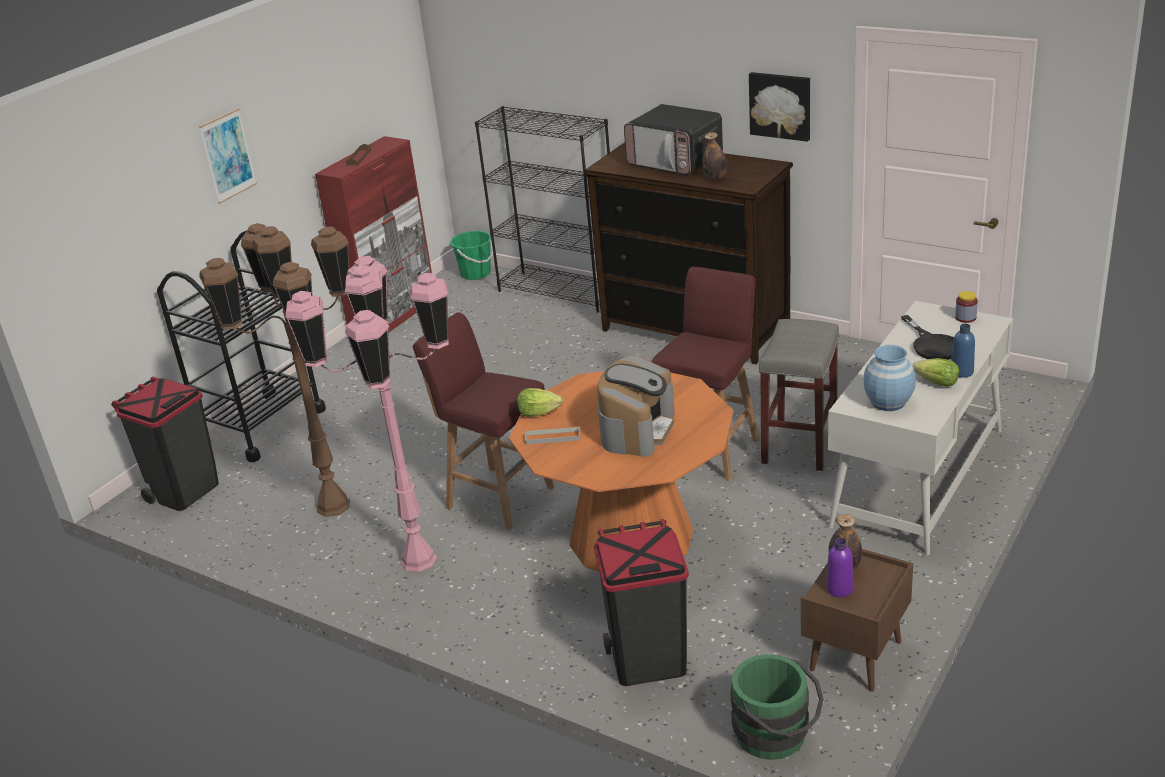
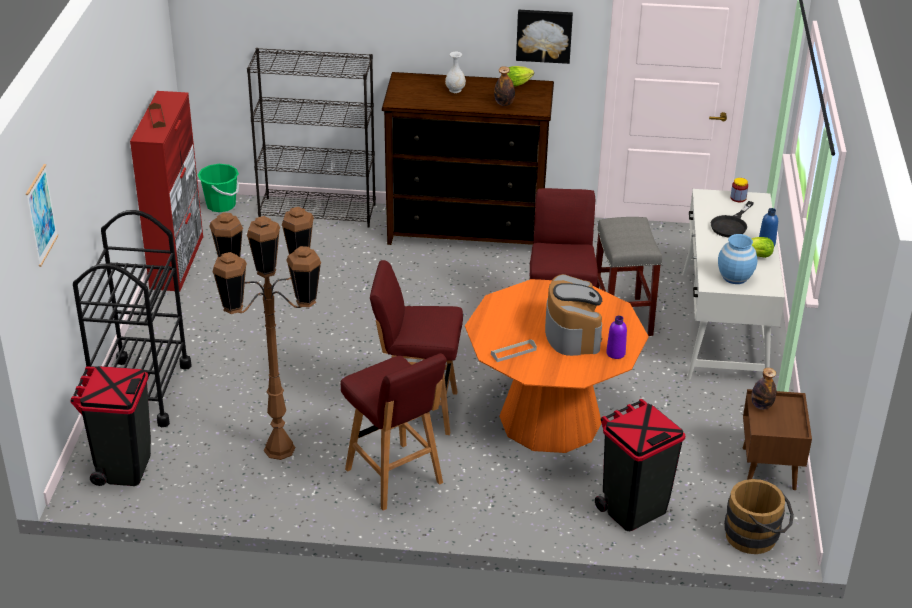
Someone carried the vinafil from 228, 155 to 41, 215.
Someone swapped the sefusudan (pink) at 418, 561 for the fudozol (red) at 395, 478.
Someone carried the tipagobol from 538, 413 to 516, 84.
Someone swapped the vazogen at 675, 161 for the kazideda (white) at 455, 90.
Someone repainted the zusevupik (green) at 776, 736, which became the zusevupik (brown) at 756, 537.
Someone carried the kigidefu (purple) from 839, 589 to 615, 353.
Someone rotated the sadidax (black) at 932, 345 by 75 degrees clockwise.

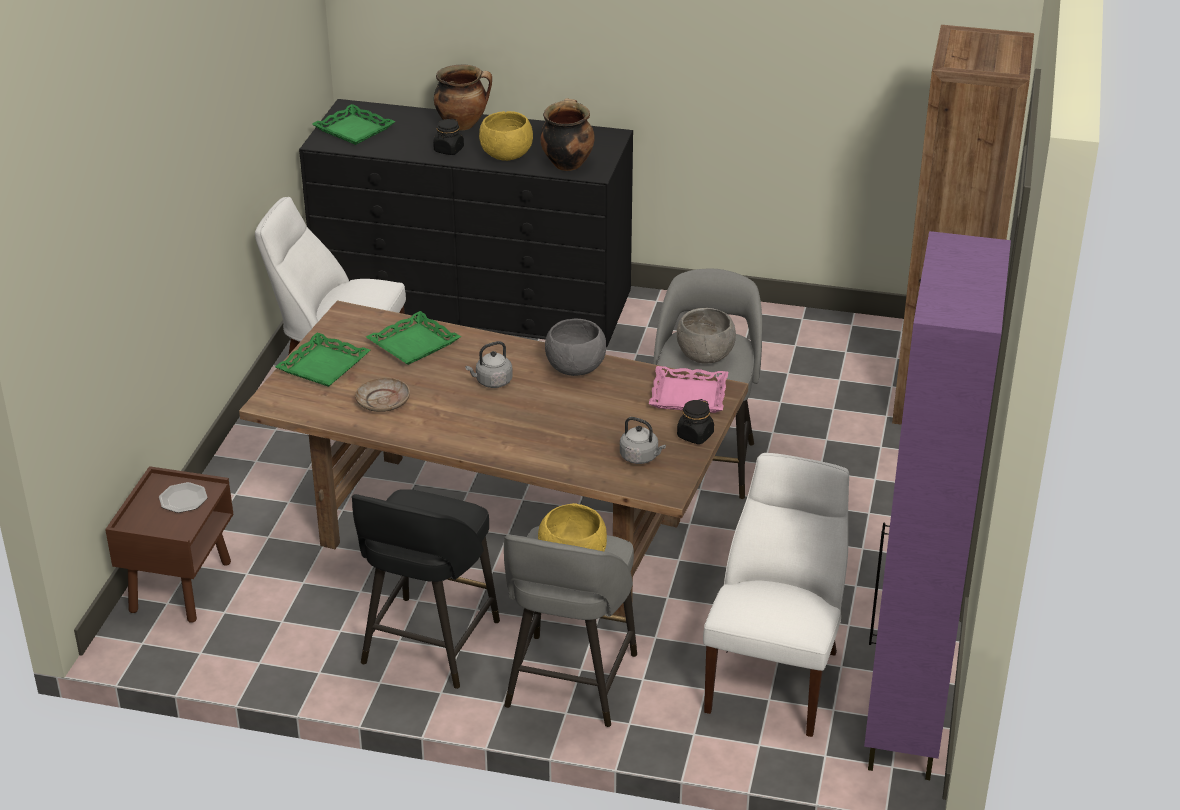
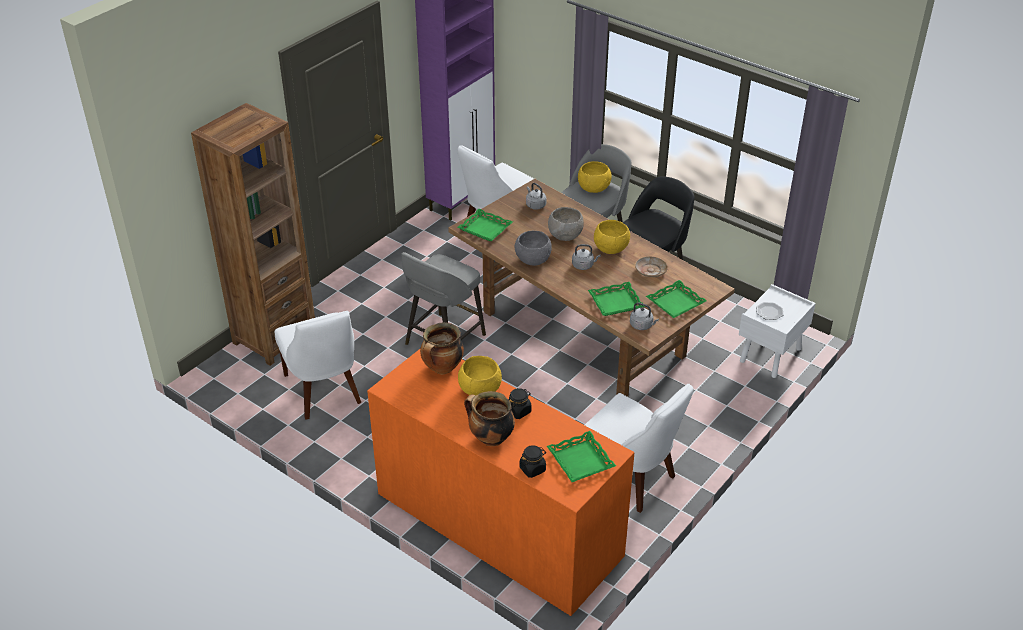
Someone repainted the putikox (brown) at 180, 586, which became the putikox (white) at 770, 356.
Someone repainted the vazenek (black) at 474, 300, which became the vazenek (orange) at 498, 524.
Someone repainted the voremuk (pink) at 688, 395, which became the voremuk (green) at 485, 229.
Someone carried the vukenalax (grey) from 704, 356 to 565, 236.
Someone carried the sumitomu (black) from 695, 435 to 532, 469.
Someone put down the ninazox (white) at 324, 391.
Someone put down the vukenalax (yellow) at 611, 249.
Someone put down the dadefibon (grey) at 642, 325.

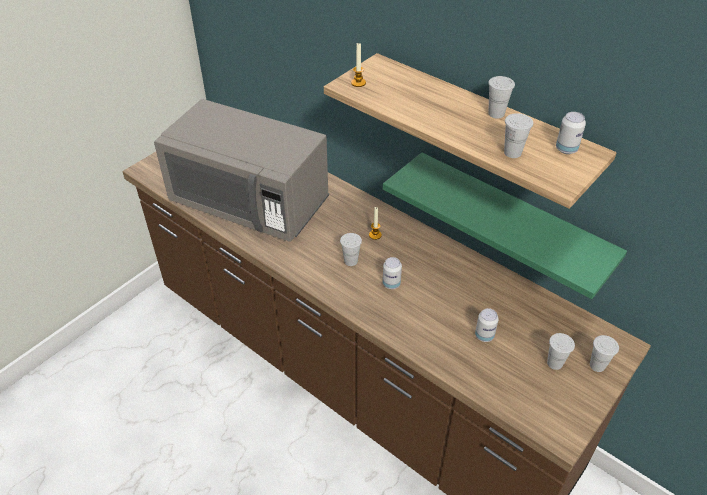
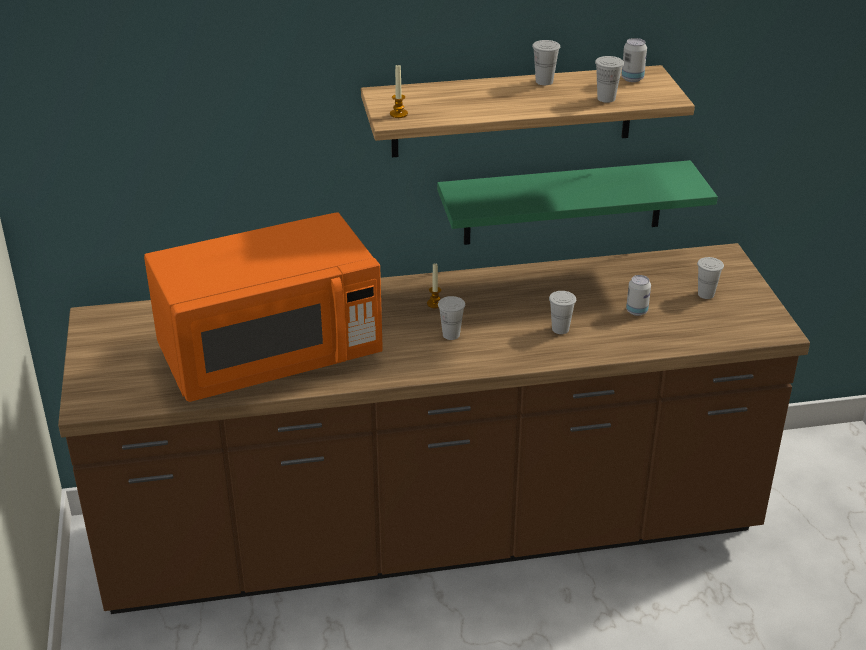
Someone repainted the vazogen (grey) at 250, 203, which became the vazogen (orange) at 270, 356.
Someone took away the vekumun at 391, 284.
Someone carried the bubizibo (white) from 597, 365 to 560, 329.

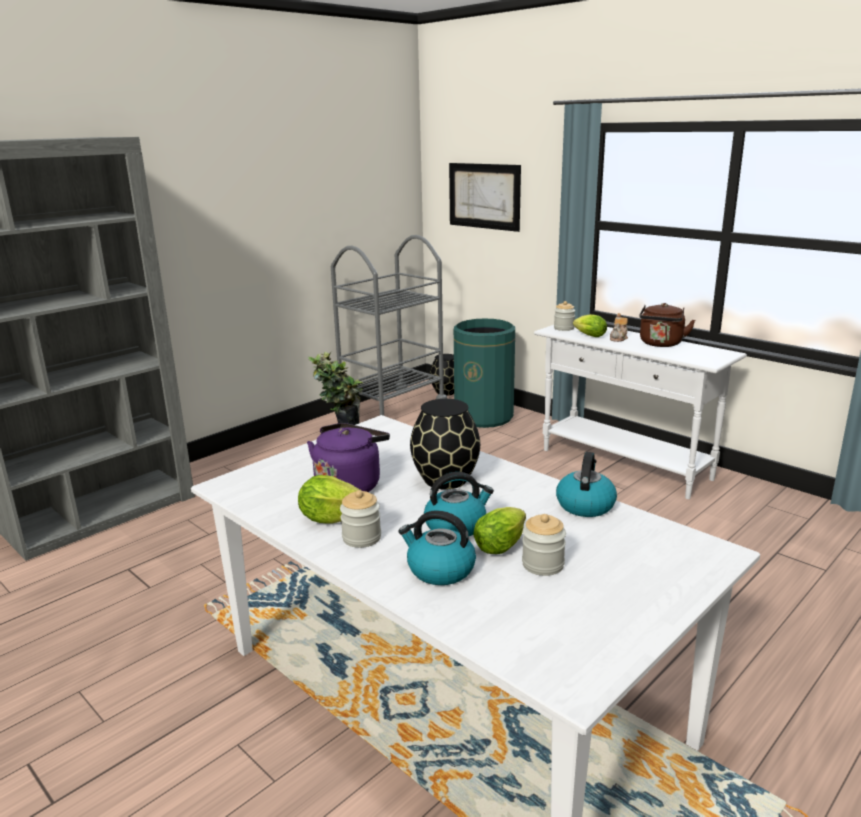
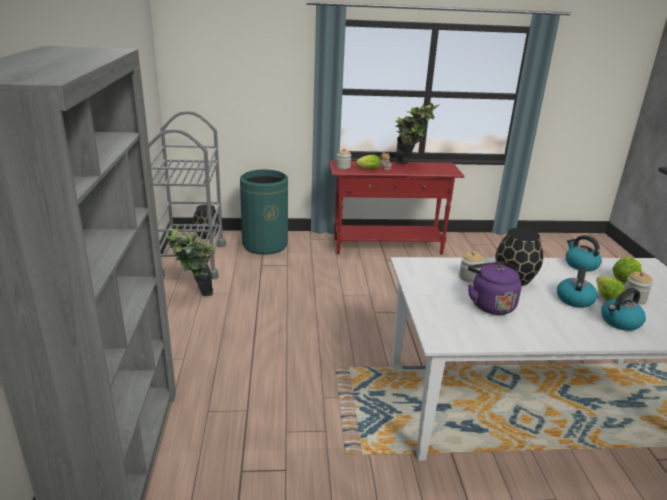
Someone carried the tipagobol from 331, 518 to 624, 280.
Someone carried the sumitomu from 361, 538 to 469, 277.
Someone took away the vinafil at 484, 196.
Someone repainted the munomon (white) at 625, 465, which became the munomon (red) at 388, 247.
Someone swapped the dadefibon (brown) at 661, 344 for the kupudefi at 411, 166.

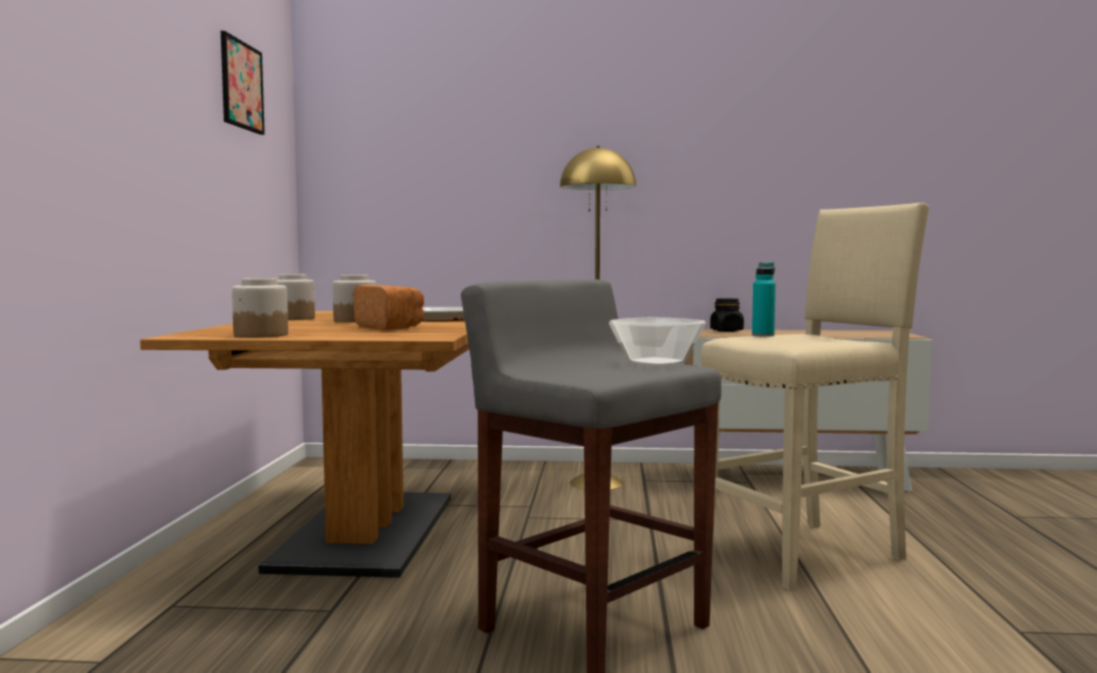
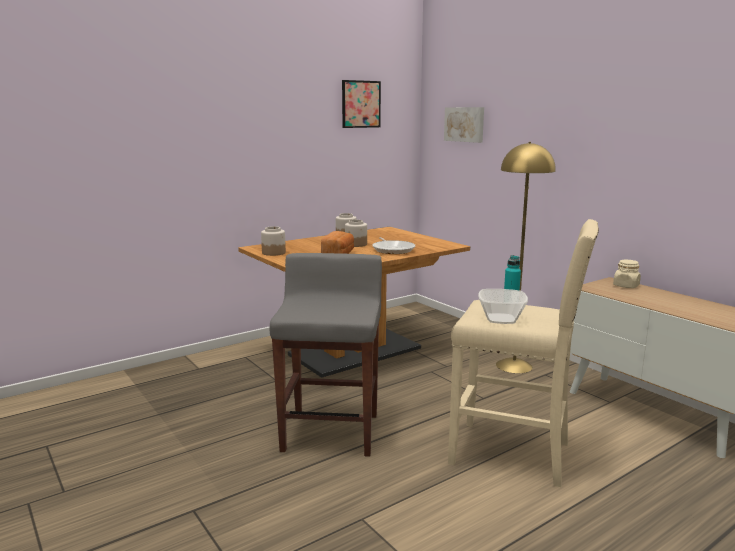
Someone carried the vukenalax from 655, 363 to 500, 319.
Someone repainted the sumitomu (black) at 726, 331, which became the sumitomu (beige) at 626, 286.
Someone put up the vinafil at 465, 124.

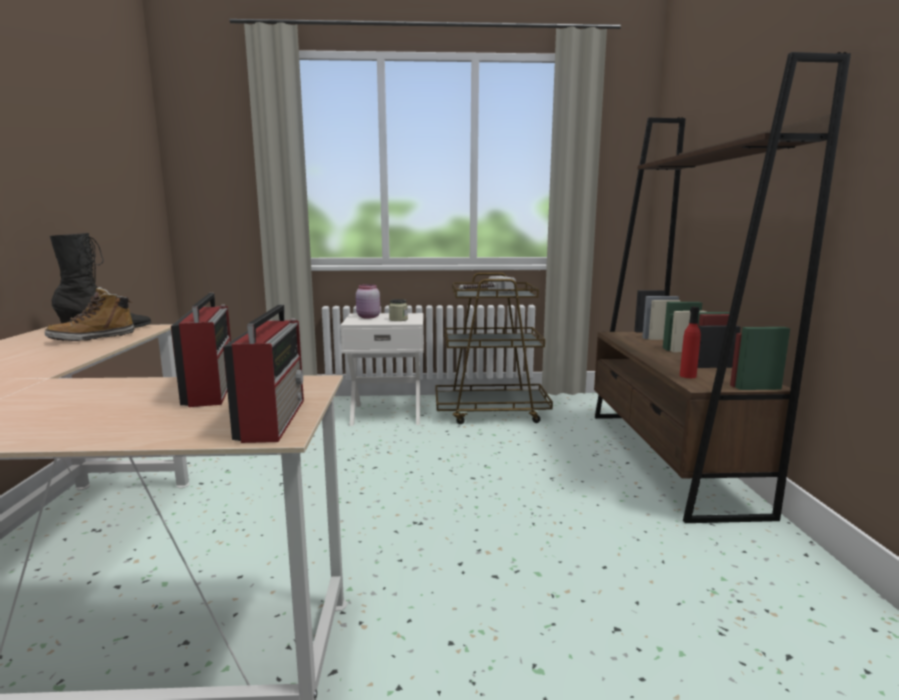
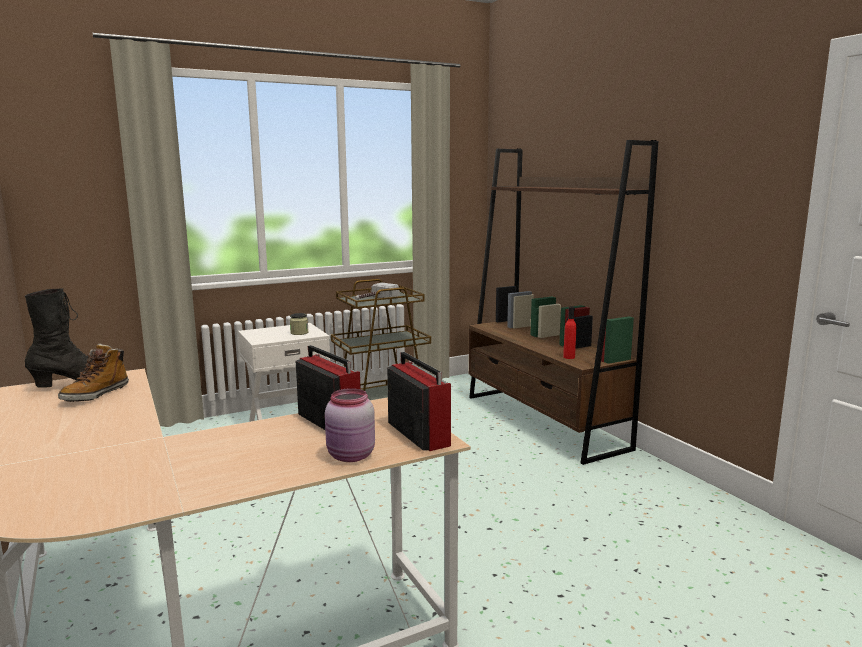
Someone carried the sumitomu (pink) from 368, 317 to 351, 456.

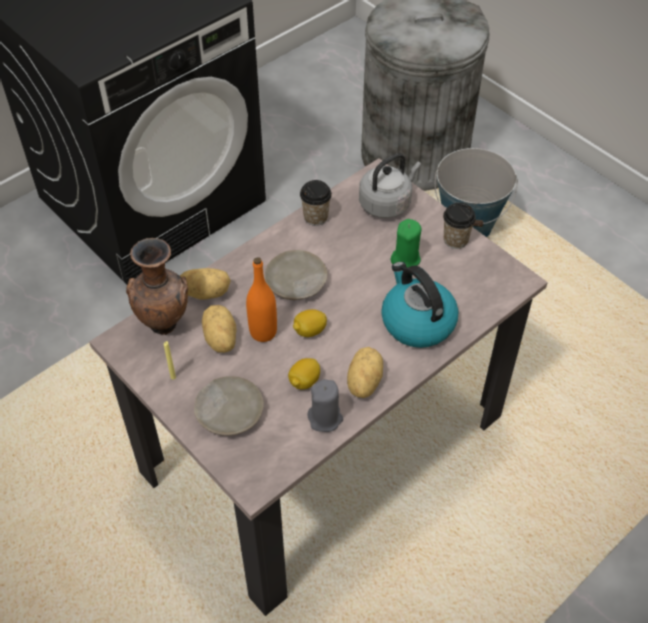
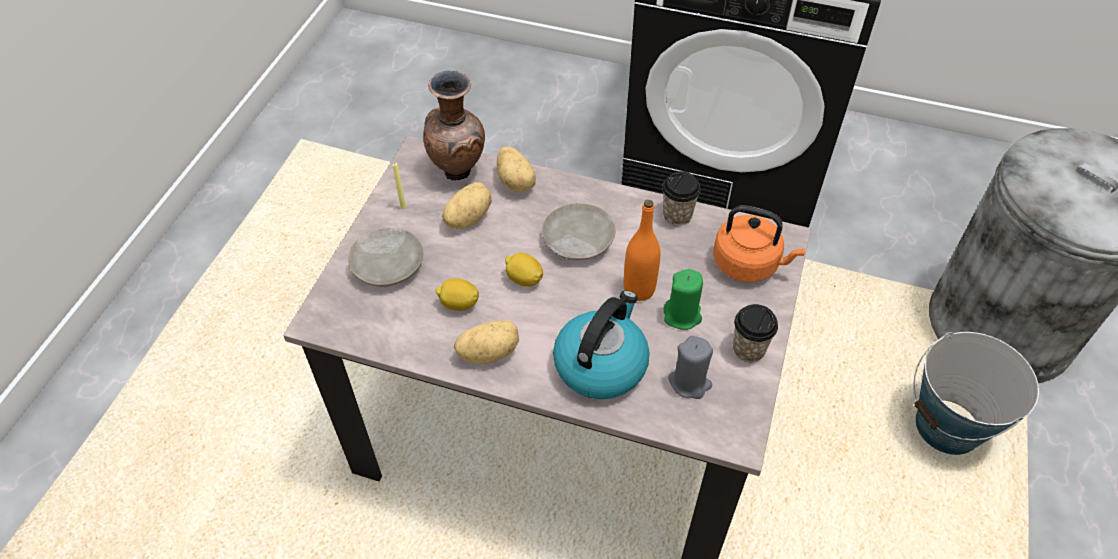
Someone carried the kigidefu (orange) from 263, 332 to 639, 289.
Someone carried the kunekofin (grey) from 325, 418 to 689, 382.
Someone repainted the dadefibon (grey) at 387, 203, which became the dadefibon (orange) at 749, 264.

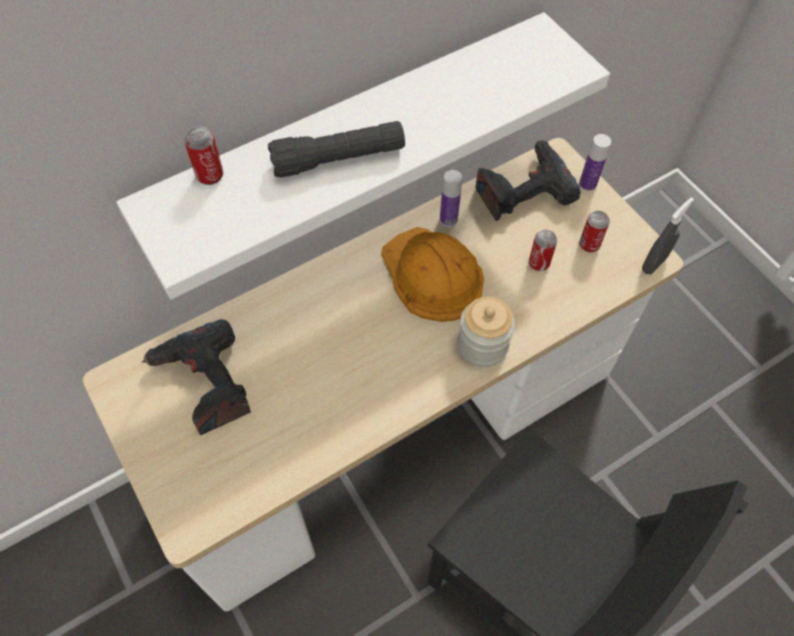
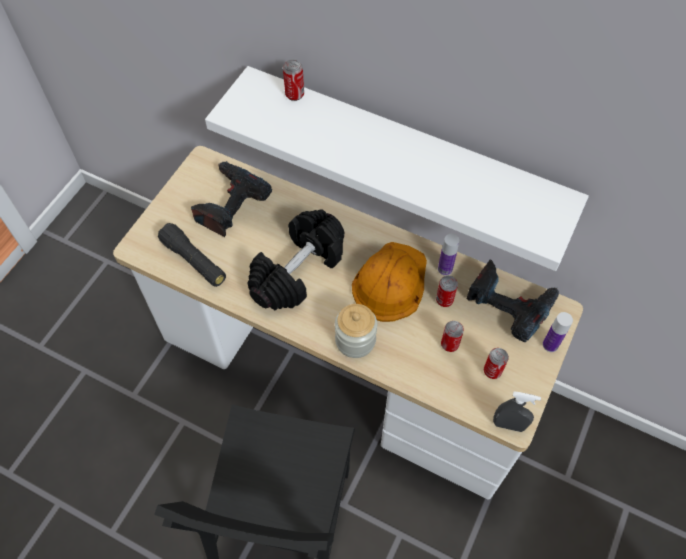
Someone carried the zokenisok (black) from 338, 159 to 194, 261.
Someone put down the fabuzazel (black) at 298, 271.
Someone put down the vekumun at 444, 300.

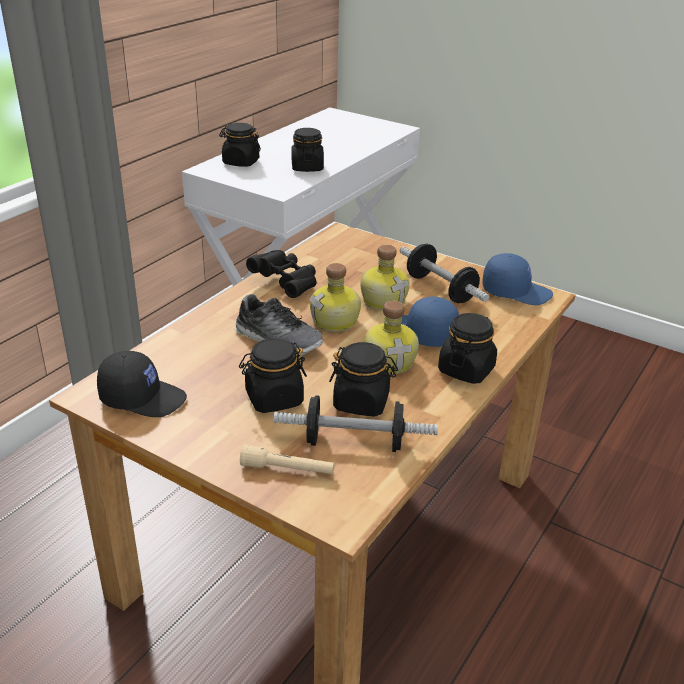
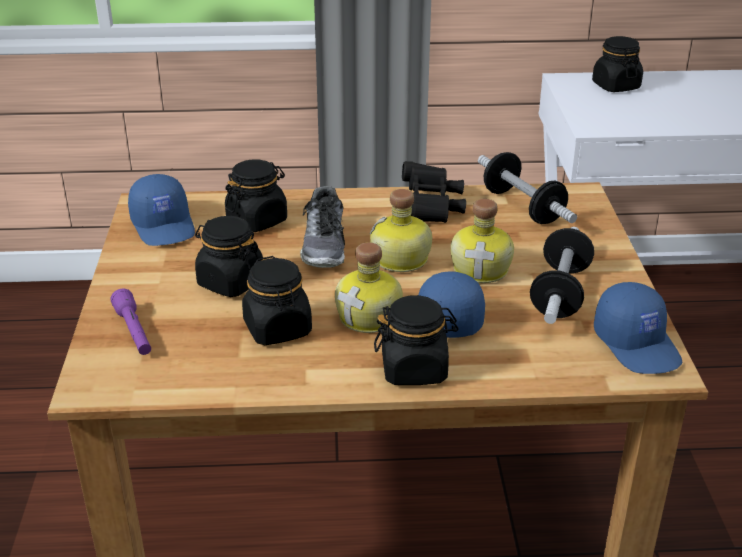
Someone repainted the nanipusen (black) at 143, 397, which became the nanipusen (blue) at 164, 226.
Someone repainted the zokenisok (beige) at 287, 469, which became the zokenisok (purple) at 134, 332.
Someone carried the fabuzazel from 354, 443 to 523, 207.
Someone carried the sumitomu (black) from 307, 167 to 257, 220.

